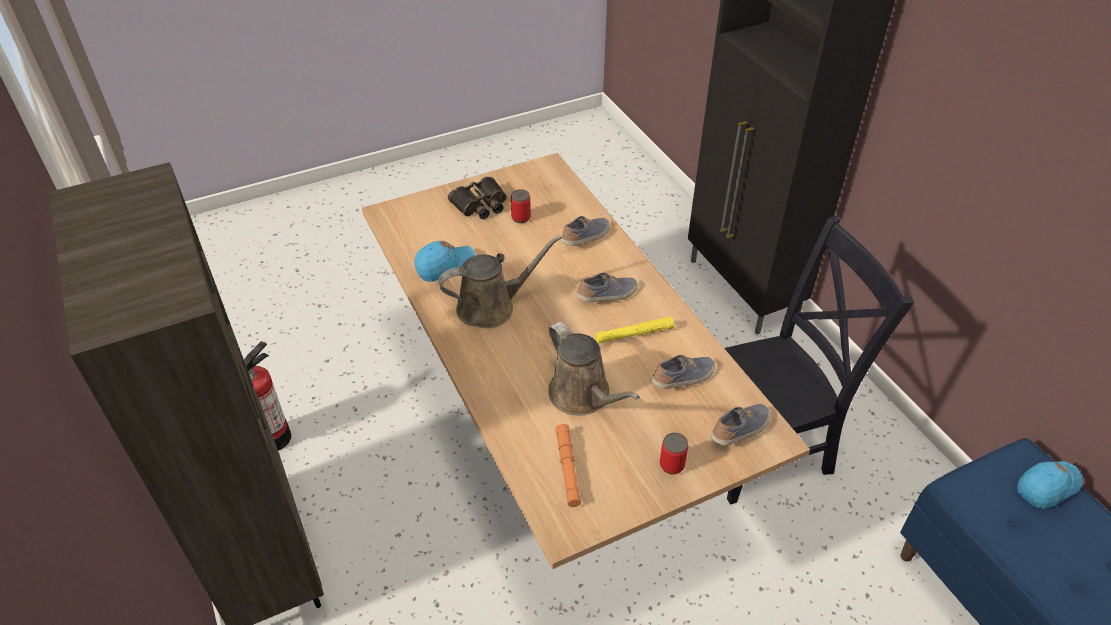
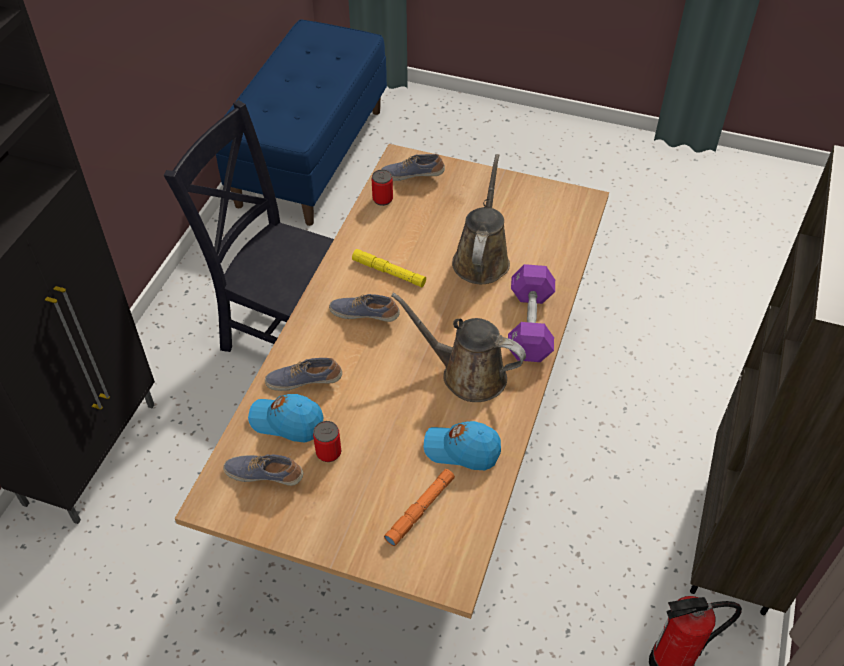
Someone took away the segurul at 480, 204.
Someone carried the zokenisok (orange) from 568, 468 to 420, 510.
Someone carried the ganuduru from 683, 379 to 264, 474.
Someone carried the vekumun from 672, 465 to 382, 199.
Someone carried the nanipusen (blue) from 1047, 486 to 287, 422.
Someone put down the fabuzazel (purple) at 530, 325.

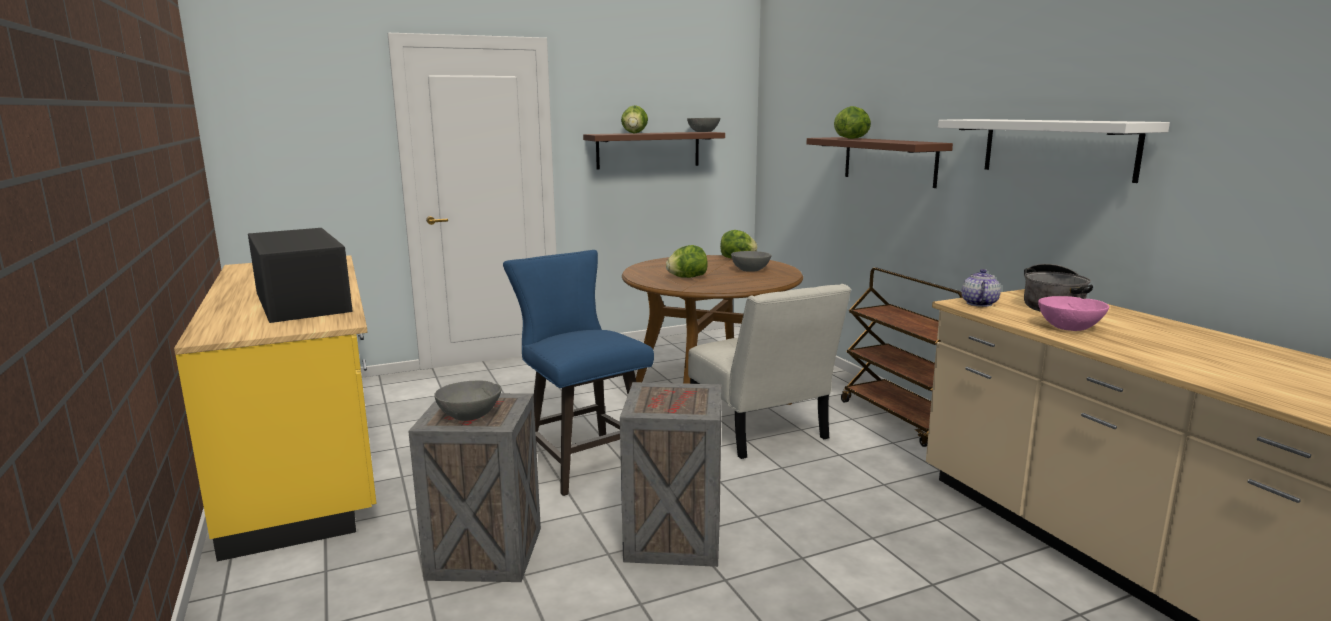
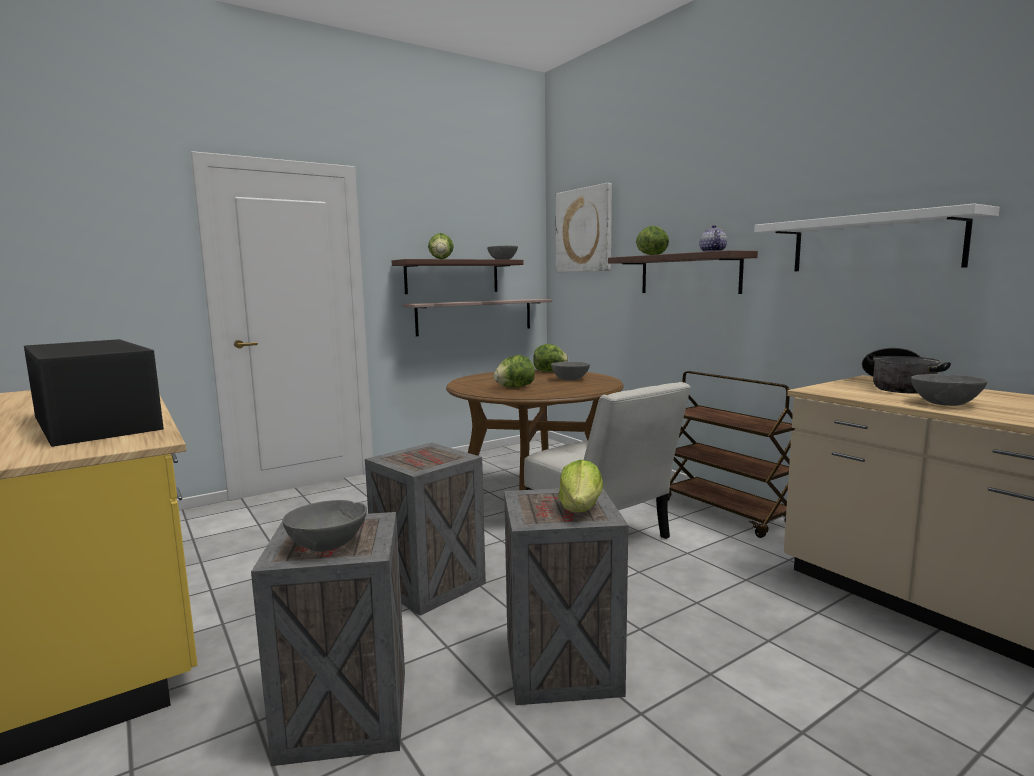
Someone swapped the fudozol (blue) at 582, 460 for the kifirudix at 429, 583.
Someone carried the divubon from 978, 303 to 712, 252.
Someone repainted the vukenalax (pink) at 1069, 327, which became the vukenalax (grey) at 945, 403.
Someone put up the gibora at 475, 316.
Someone put up the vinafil at 584, 230.
Someone put down the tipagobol at 581, 508.

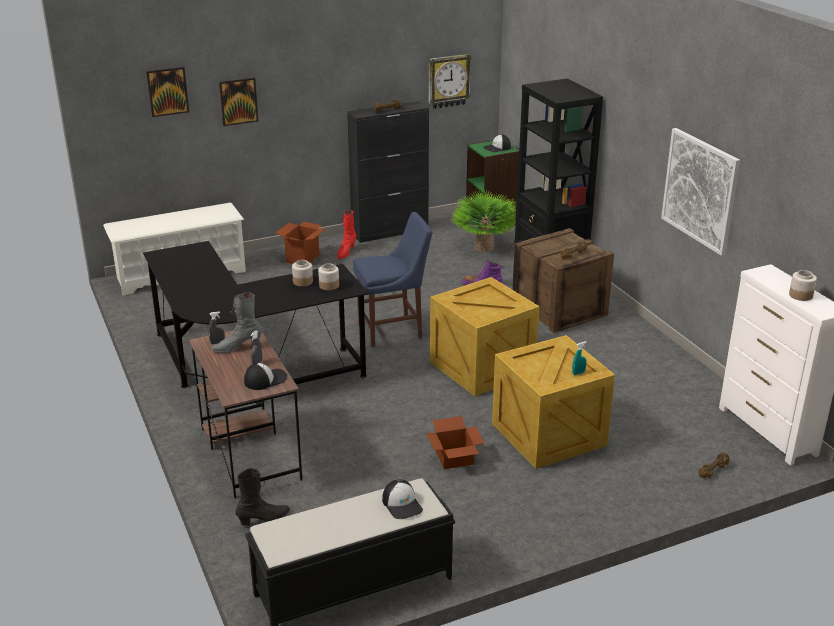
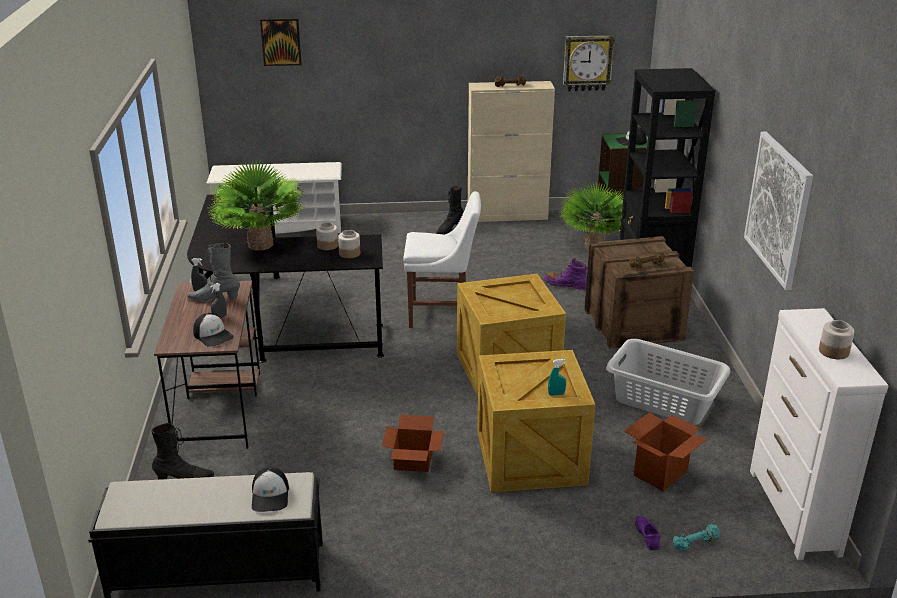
Someone took away the vinafil at 238, 101.
Someone rotated the nanipusen at 265, 379 by 60 degrees clockwise.
Someone carried the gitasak from 302, 258 to 660, 473.
Someone repainted the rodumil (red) at 346, 252, which became the rodumil (black) at 449, 229.
Someone repainted the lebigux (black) at 390, 231, which became the lebigux (beige) at 507, 215.
Someone repainted the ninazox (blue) at 393, 330, which became the ninazox (white) at 442, 315.
Someone repainted the fabuzazel (brown) at 713, 471, which became the fabuzazel (turquoise) at 695, 543.
Someone put down the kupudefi at 260, 245.
Someone put down the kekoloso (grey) at 664, 401.
Someone put down the ganuduru (purple) at 647, 535.

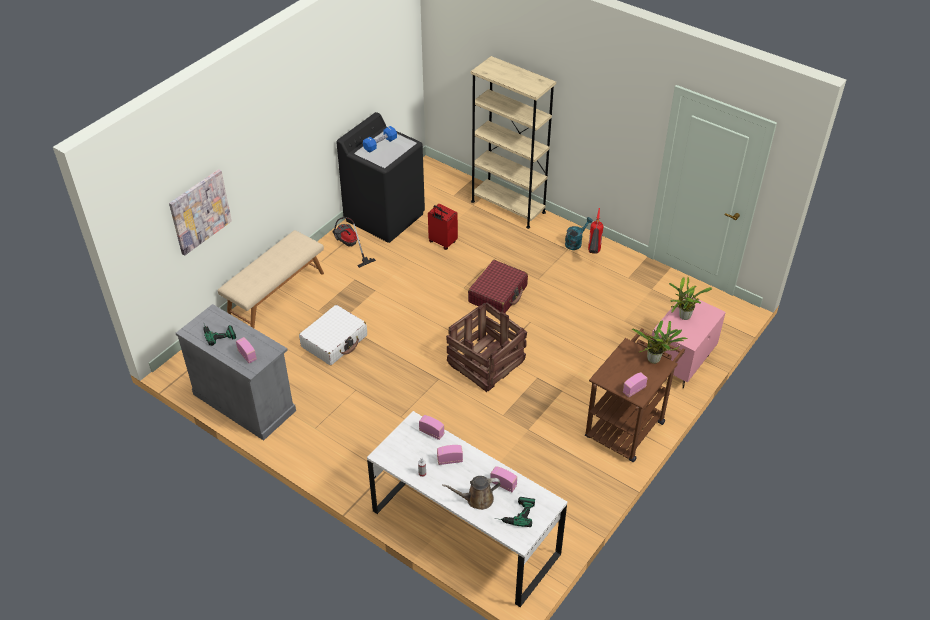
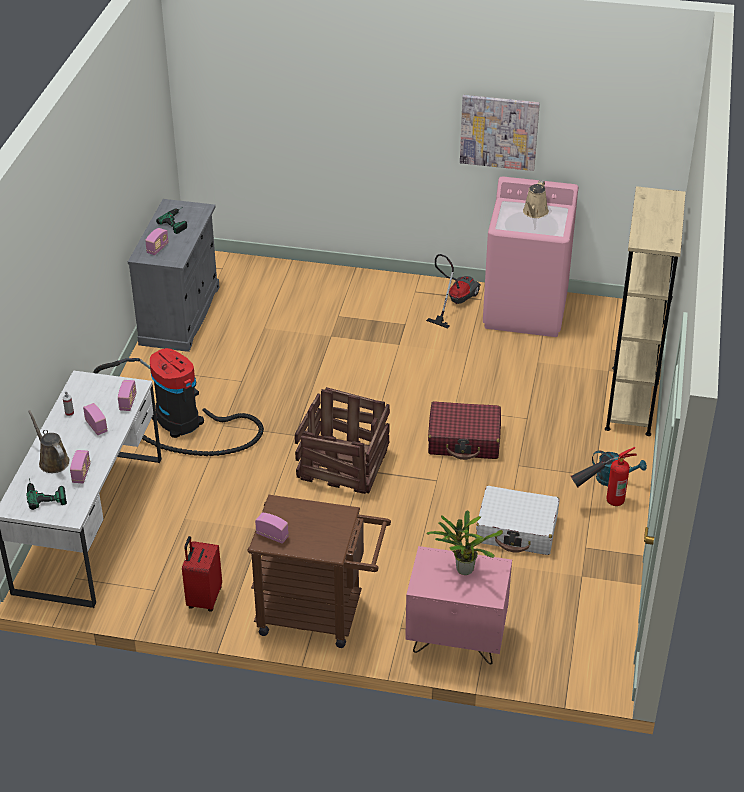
Someone carried the vinafil from 200, 211 to 499, 132.
Someone took away the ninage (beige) at 276, 294.
Someone carried the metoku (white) from 334, 341 to 517, 530.
Someone repainted the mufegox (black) at 385, 217, which became the mufegox (pink) at 526, 310.
Someone swapped the fabuzazel (blue) at 380, 144 for the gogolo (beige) at 534, 212.
Someone carried the metoku (red) from 442, 242 to 203, 598.
Someone took away the kupudefi at 655, 360.
Someone put down the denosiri at 182, 423.

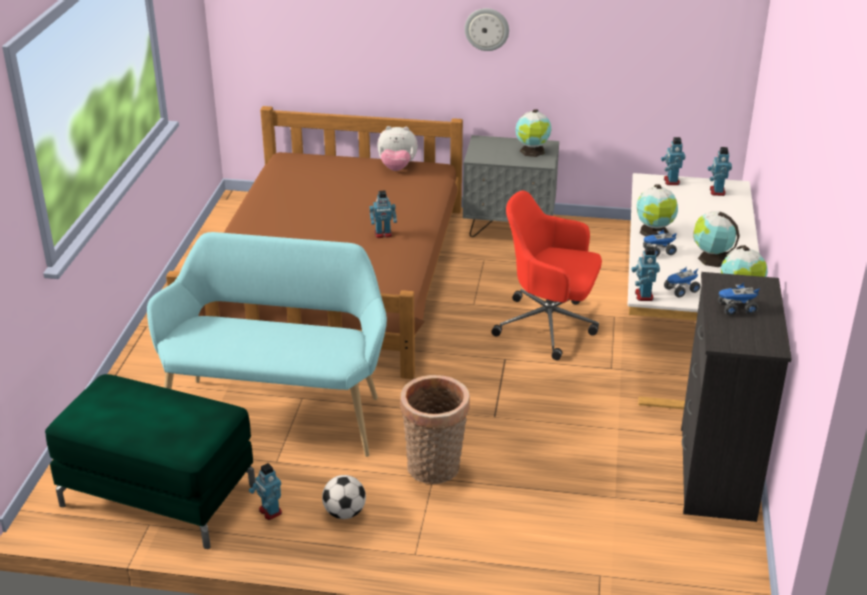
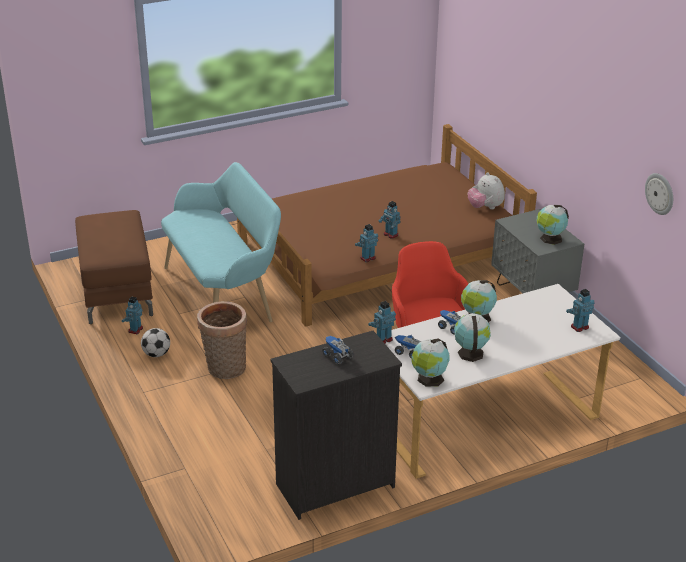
Someone repainted the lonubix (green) at 160, 495, which became the lonubix (brown) at 117, 291.
Someone carried the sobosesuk from 487, 29 to 660, 193.
Someone carried the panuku from 671, 181 to 367, 258.

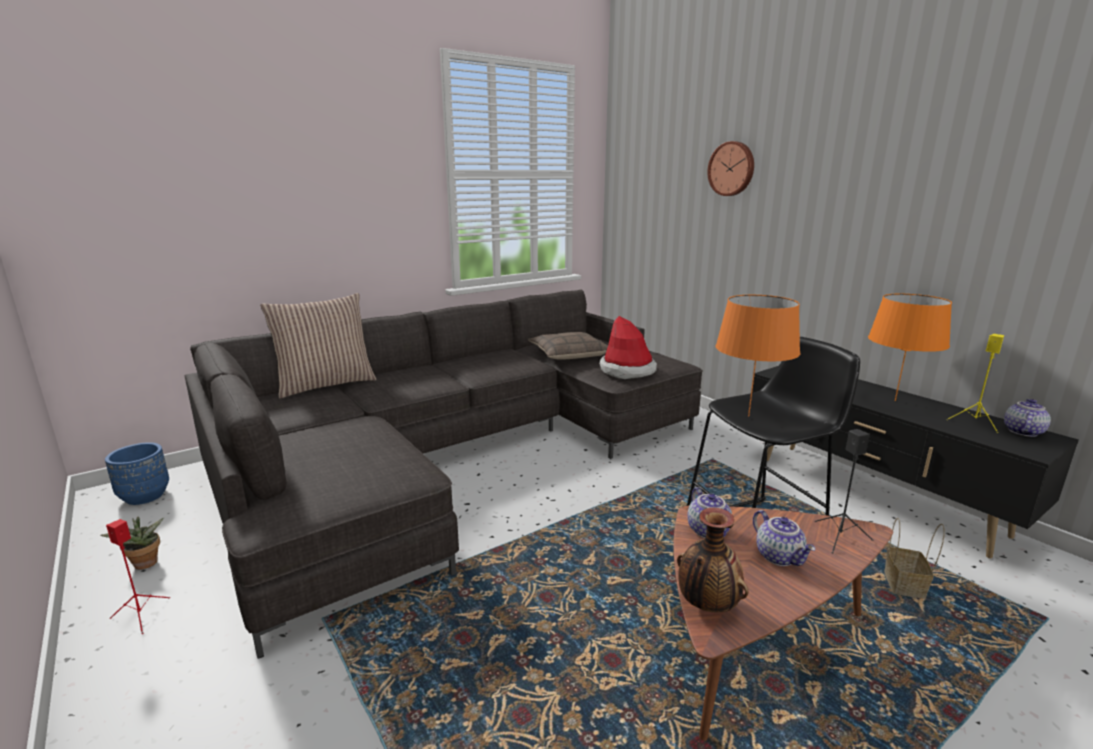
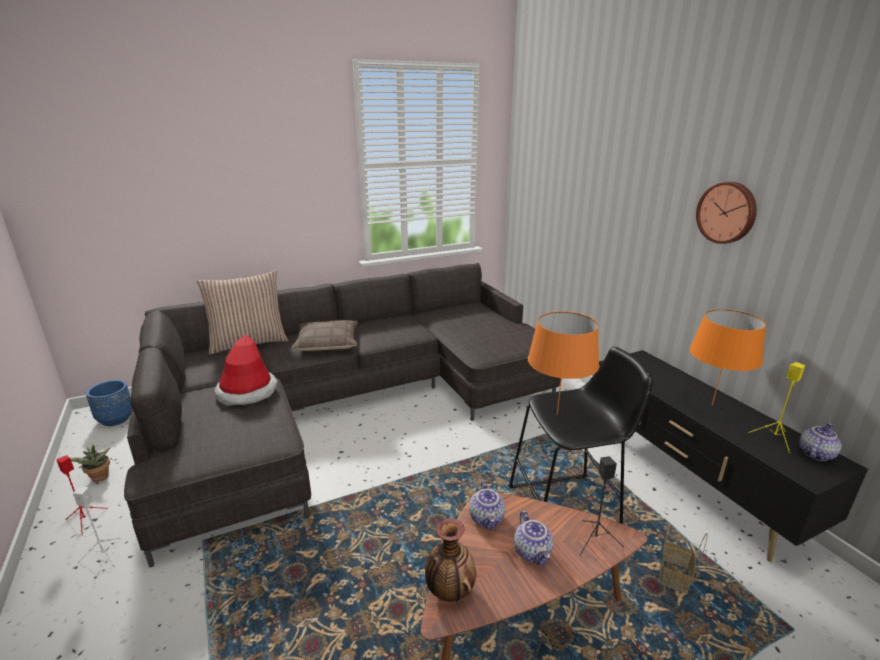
Someone carried the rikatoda from 569, 354 to 327, 342.
Someone carried the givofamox from 627, 370 to 247, 392.
Someone carried the sobosesuk from 732, 169 to 727, 212.
Someone put down the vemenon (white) at 104, 555.

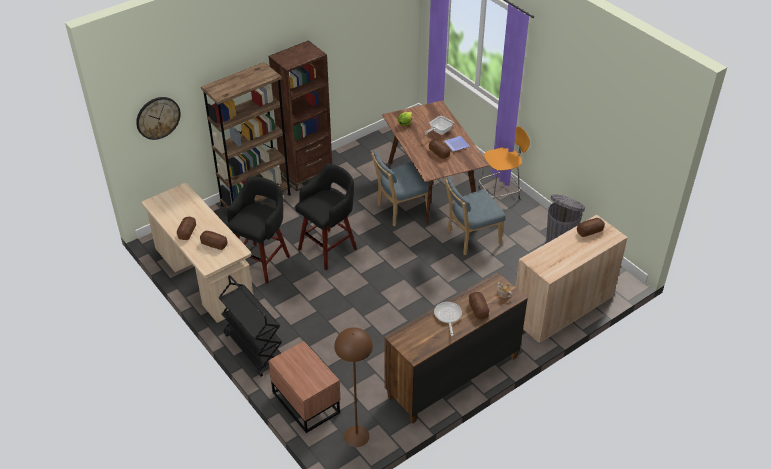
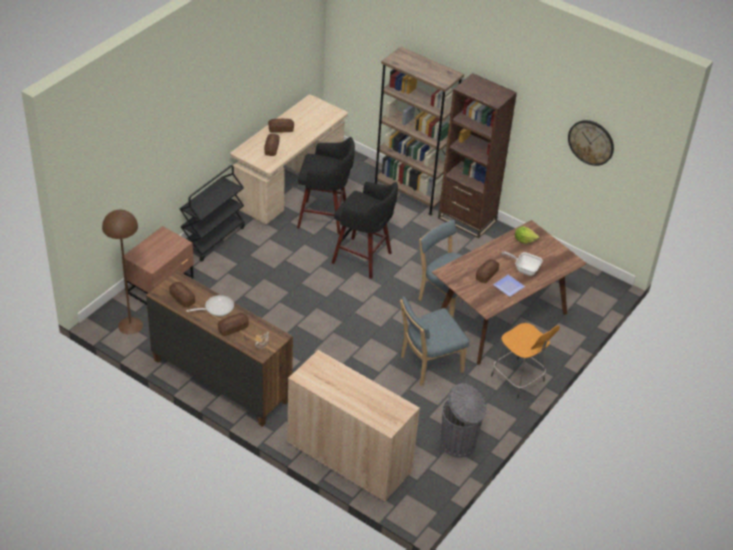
Someone carried the sobosesuk from 158, 117 to 591, 142.
Someone rotated the ninazox (blue) at 471, 238 by 75 degrees counterclockwise.
Someone carried the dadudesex from 589, 231 to 182, 298.

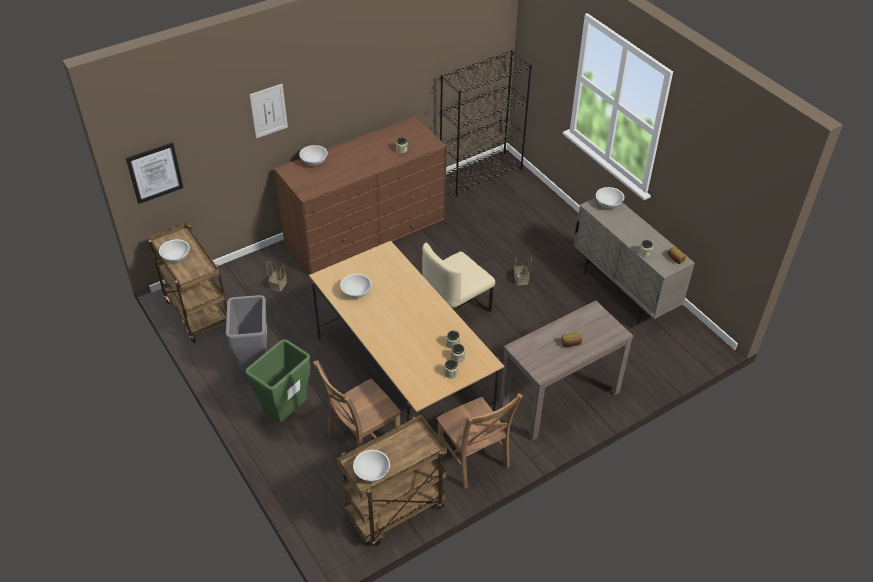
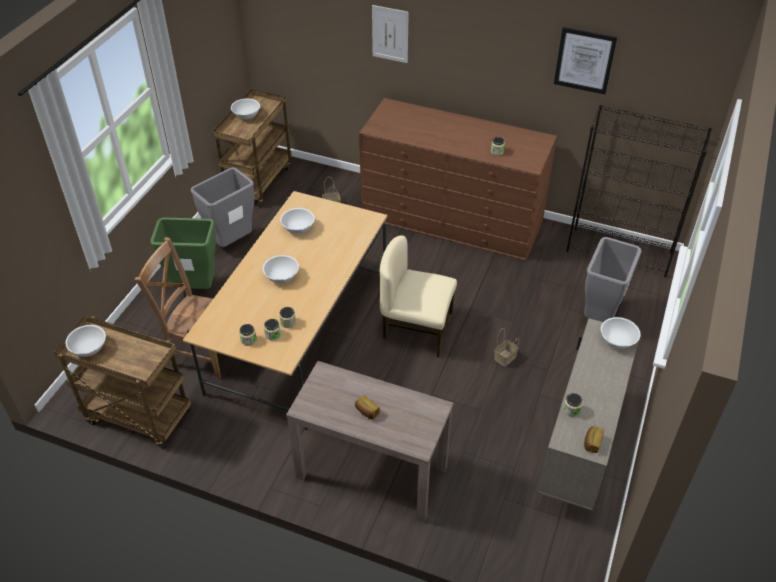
Someone carried the vinafil from 154, 172 to 584, 60.
Someone carried the vukenalax (white) from 314, 161 to 282, 276.
Someone took away the ninazox (brown) at 474, 459.
Someone put down the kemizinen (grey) at 599, 317.

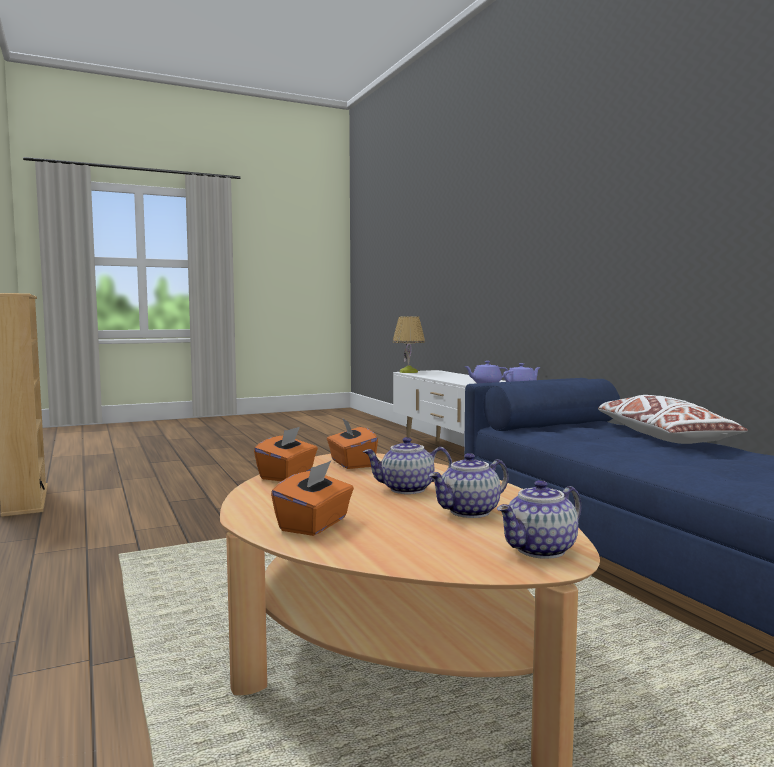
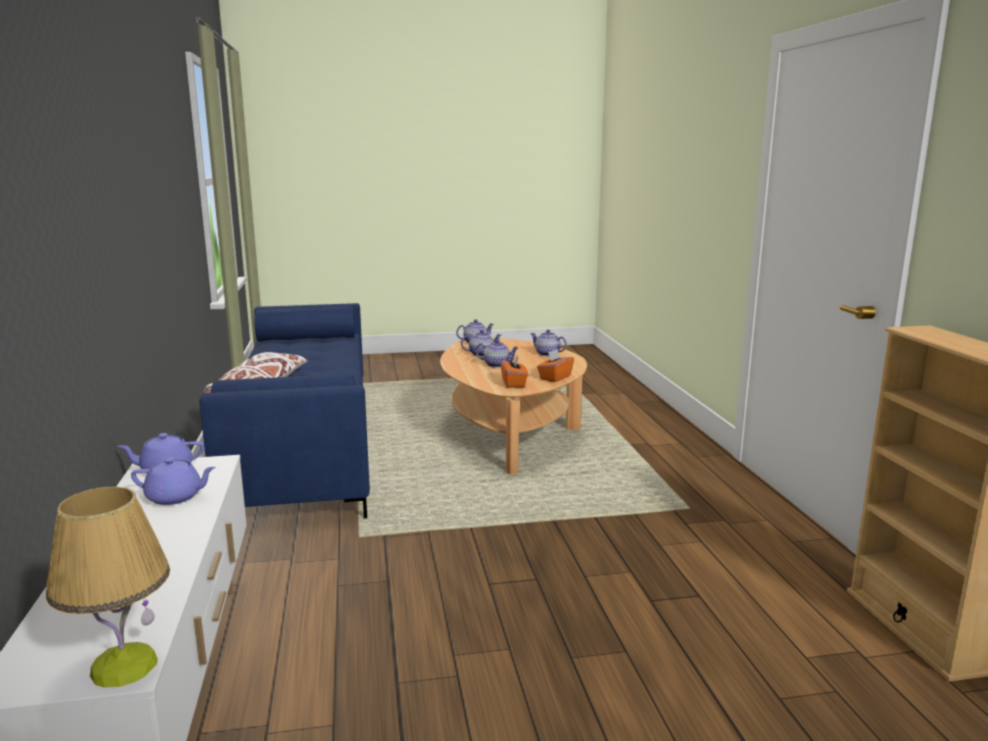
Someone swapped the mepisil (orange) at 315, 524 for the divubon at 547, 354.

